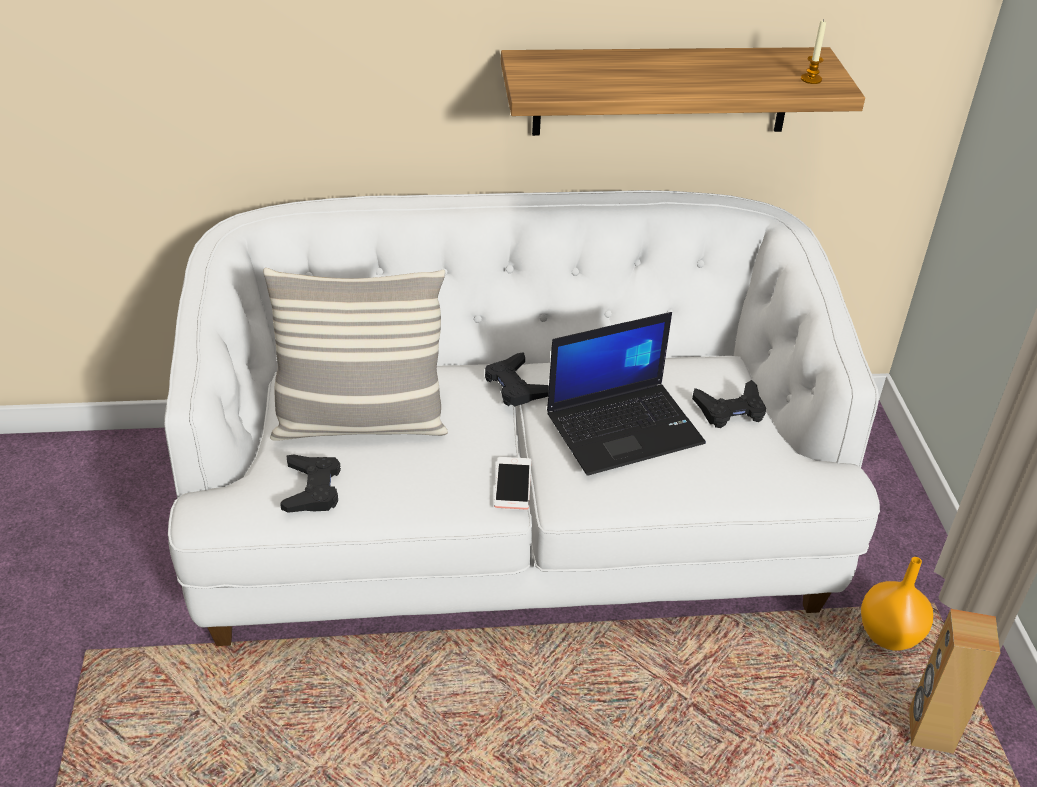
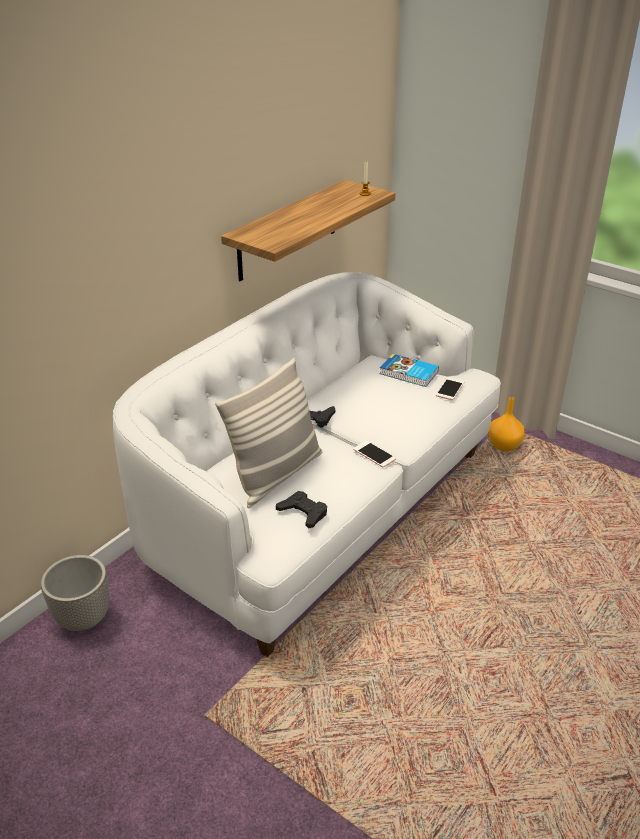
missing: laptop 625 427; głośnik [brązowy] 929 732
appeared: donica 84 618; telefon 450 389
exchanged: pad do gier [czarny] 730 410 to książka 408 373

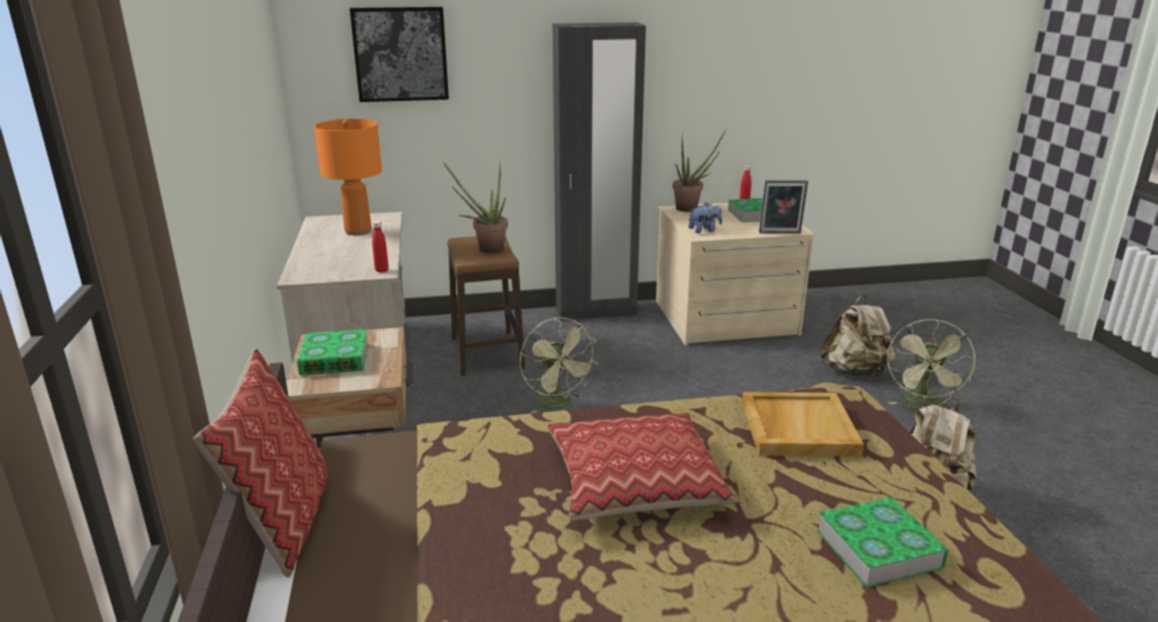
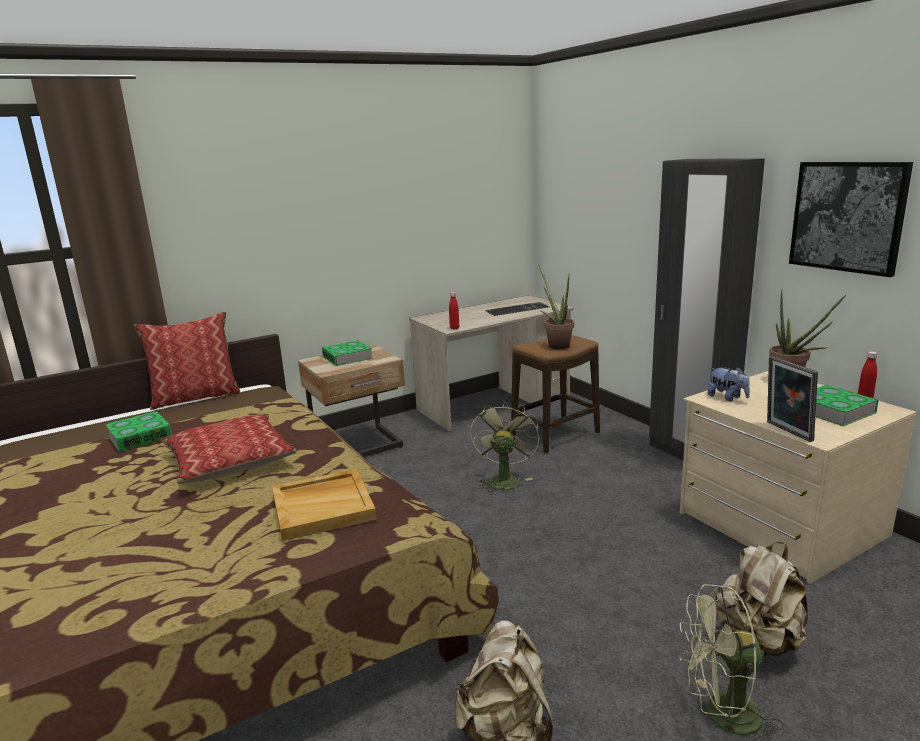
relocated: obraz 400 54 to 847 216; książka 878 549 to 140 436
exchanged: lampa stołowa [pomarańczowy] 358 231 to klawiatura 517 309
spun: wentylator [zielony] 558 404 = 503 480 150 degrees clockwise

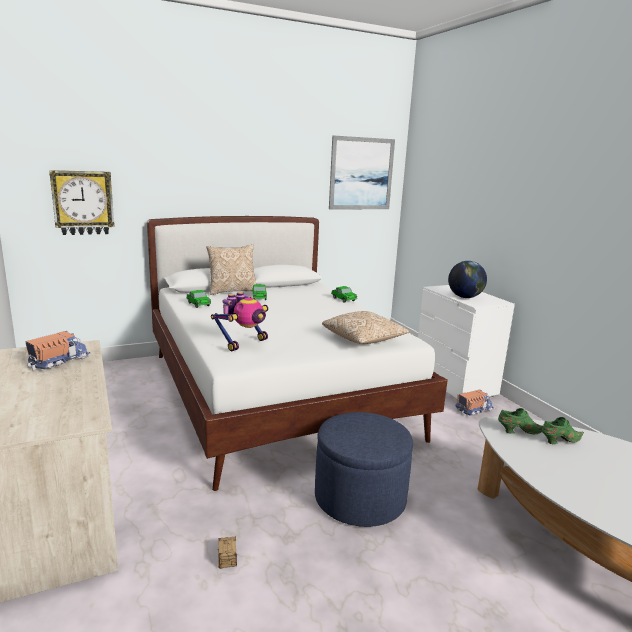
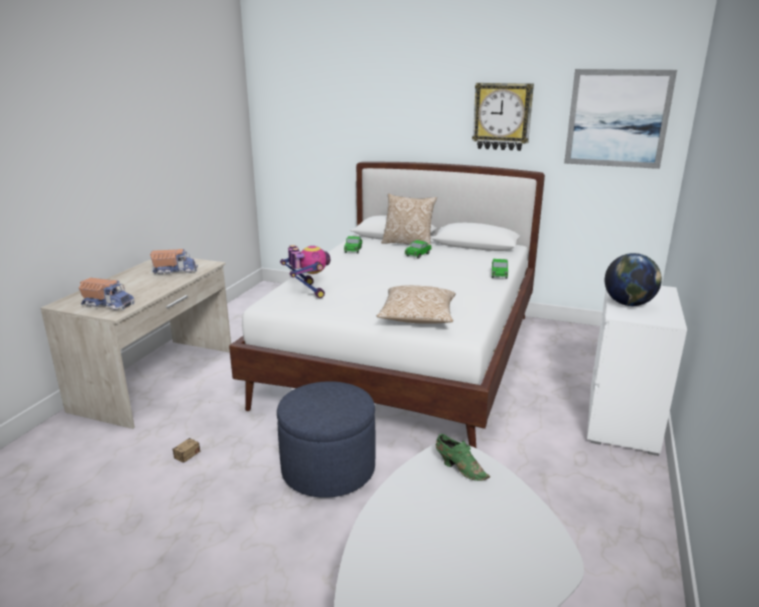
missing: but [zielony] 559 441
relocated: zegar ścienny 83 203 to 502 116; ciężarówka zabawkowa 473 410 to 108 304
spun: robot zabawkowy 243 343 = 307 291 105 degrees counterclockwise

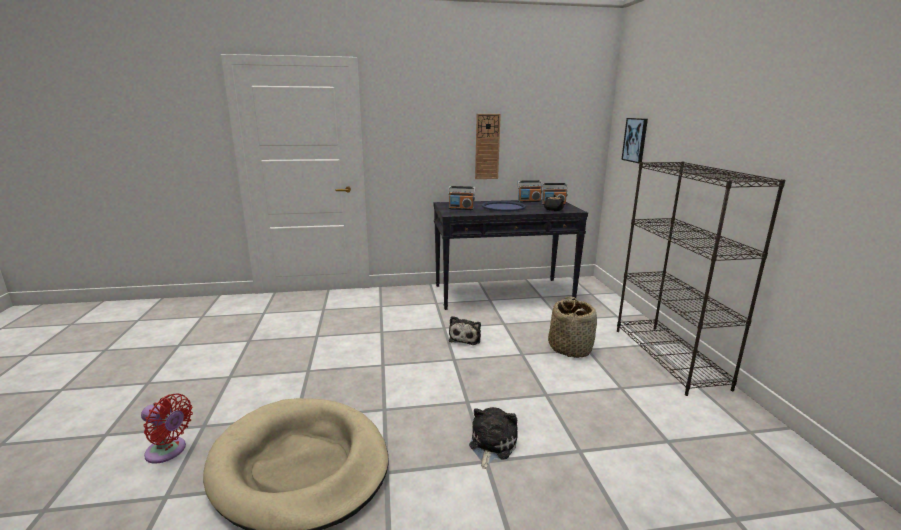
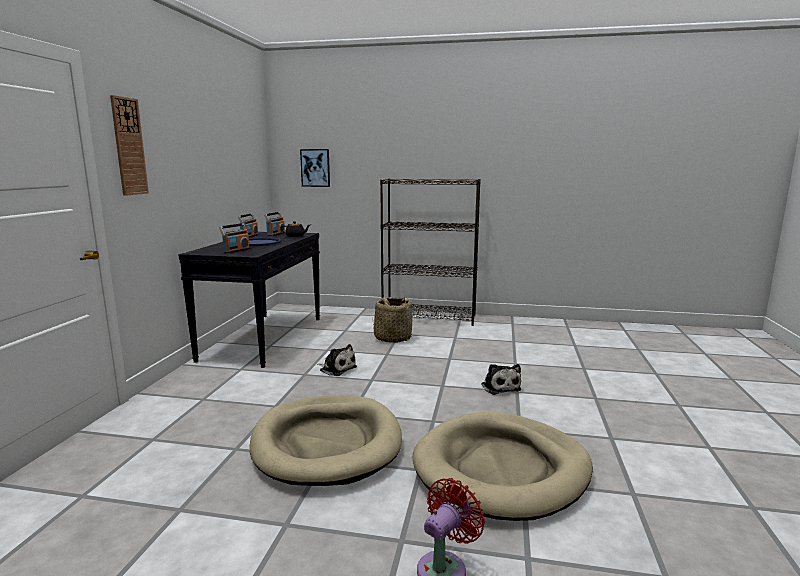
appeared: legowisko [beżowy] 327 443
relocated: zegar ścienny 487 147 to 129 146
spun: pluszak 491 445 = 500 387 150 degrees counterclockwise

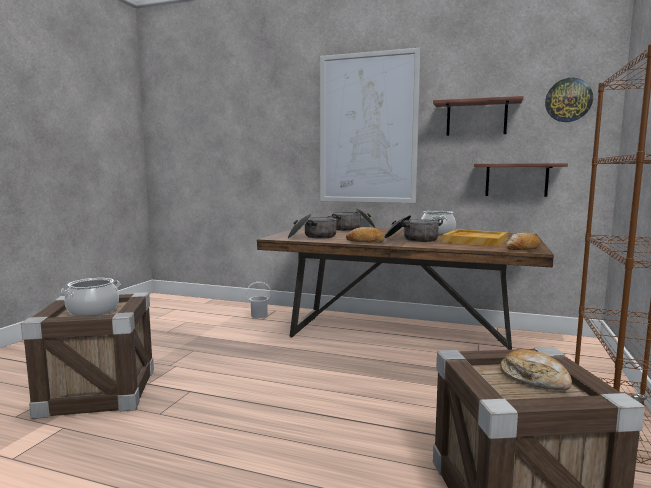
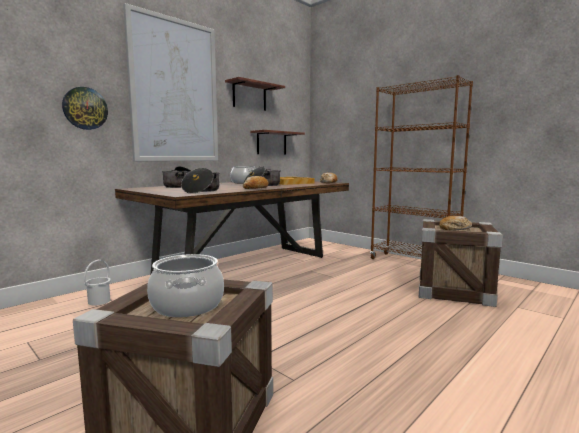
relocated: zegar ścienny 568 100 to 85 108

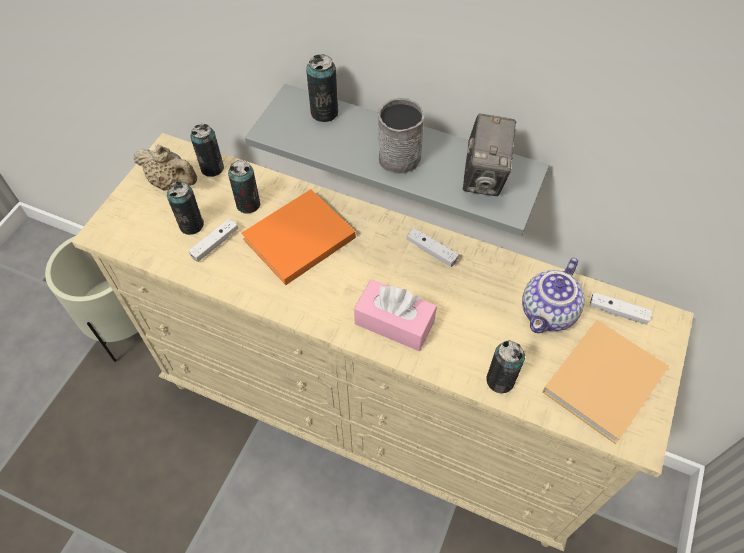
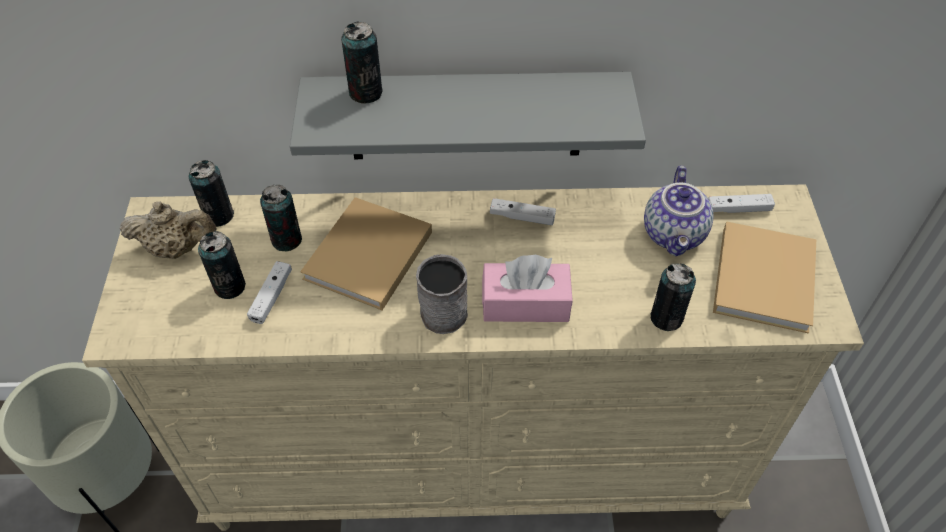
missing: aparat fotograficzny 484 177
relocated: kubek [szary] 400 152 to 442 307
colour: książka [pomarańczowy] 296 240 to książka [beżowy] 366 258

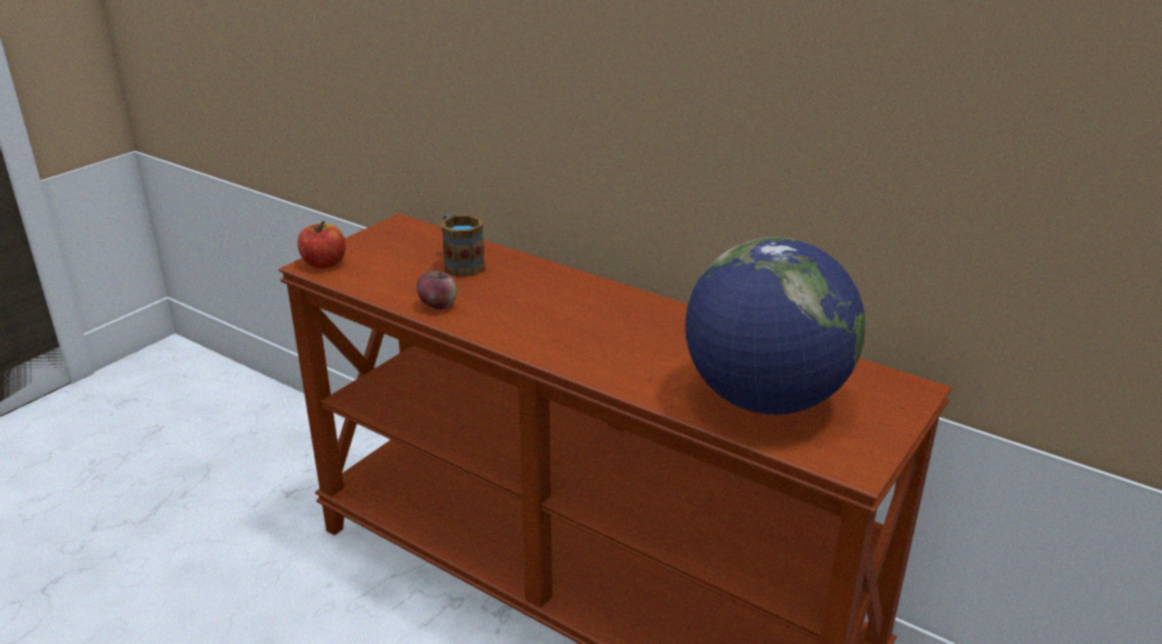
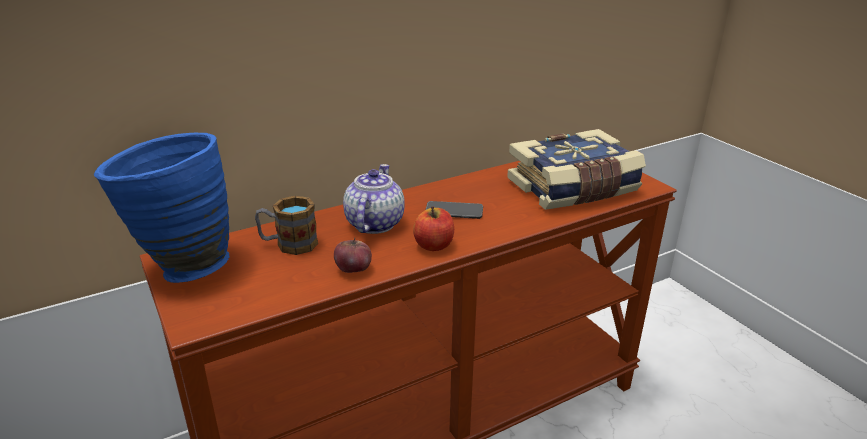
appeared: wazon [niebieski] 181 267; imbryk 374 223; telefon 454 211
relocated: jabłko 324 263 to 434 245
exchanged: globus 765 400 to książka 574 188

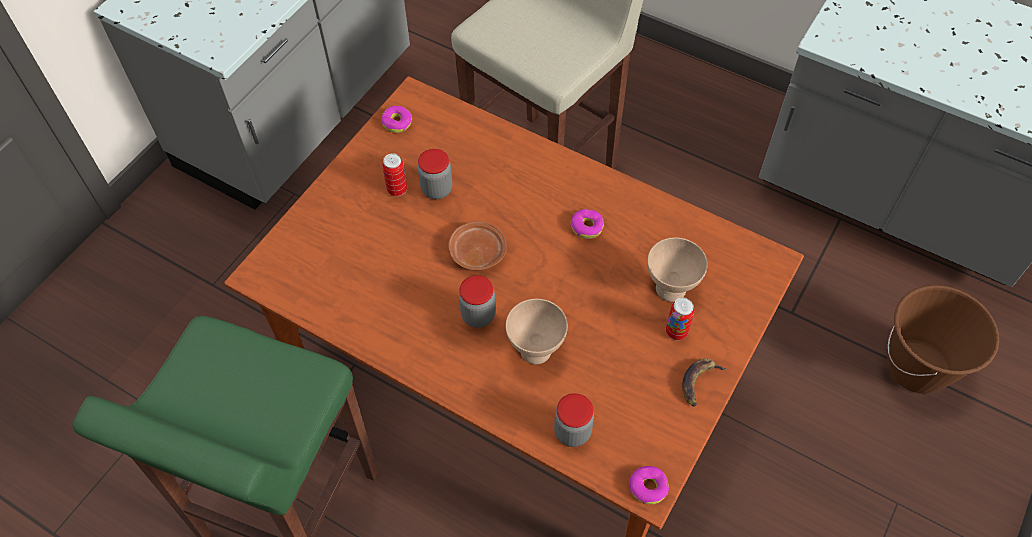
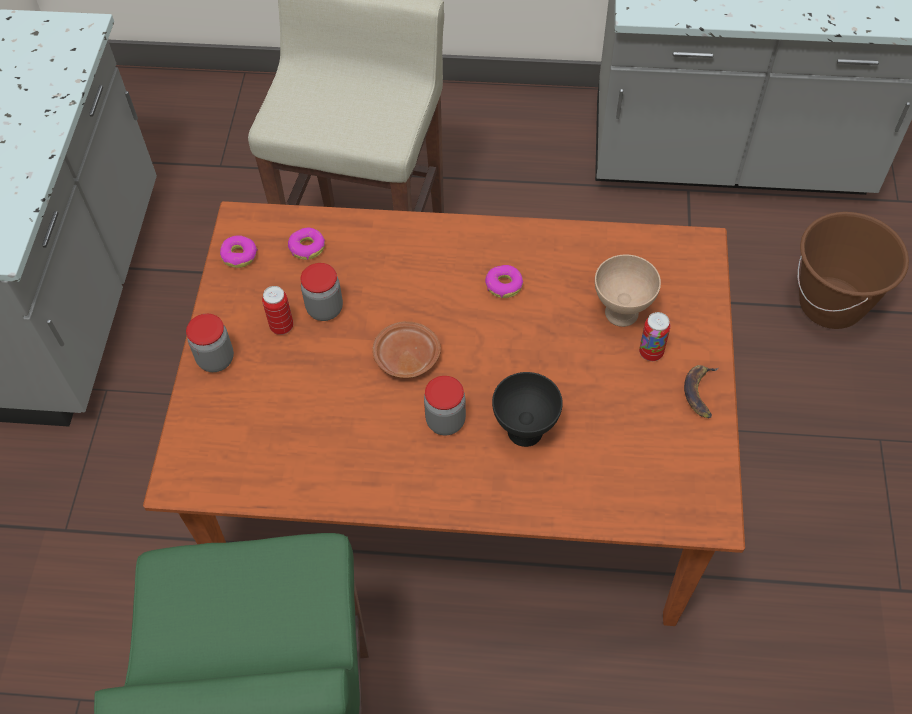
relocated: słoik 572 432 to 216 359; donut 648 487 to 307 247
colour: miska [beżowy] 535 351 to miska [czarny] 524 432

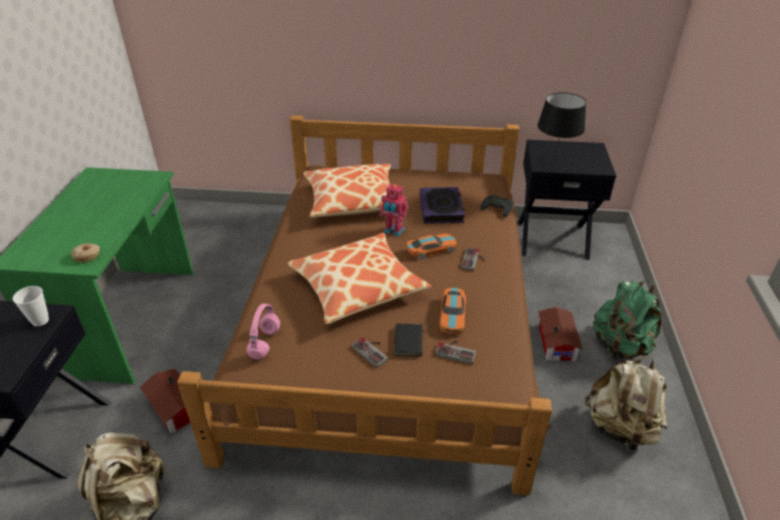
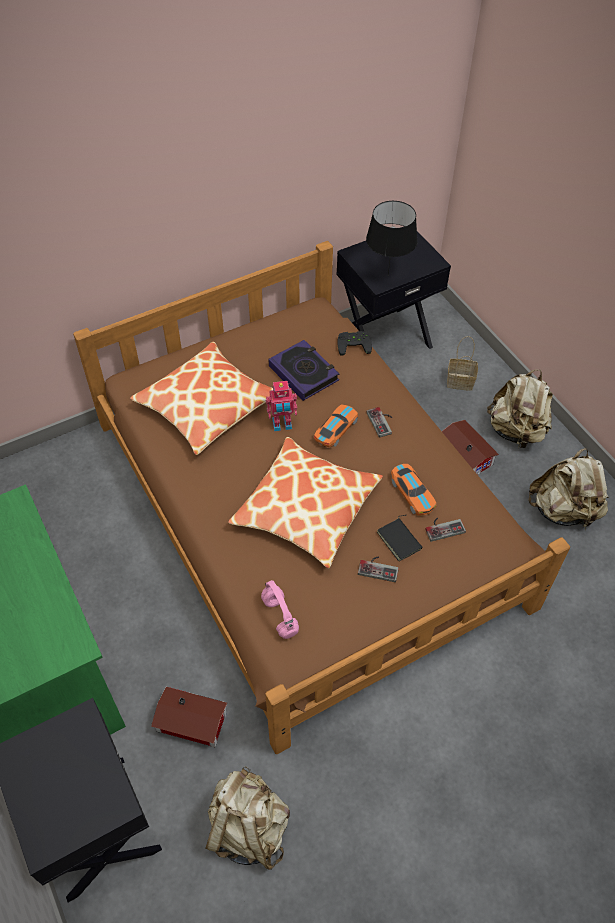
missing: filiżanka 40 321; donut 87 256
appeared: koszyk 459 382
colour: plecak [zielony] 620 346 to plecak [beżowy] 516 431

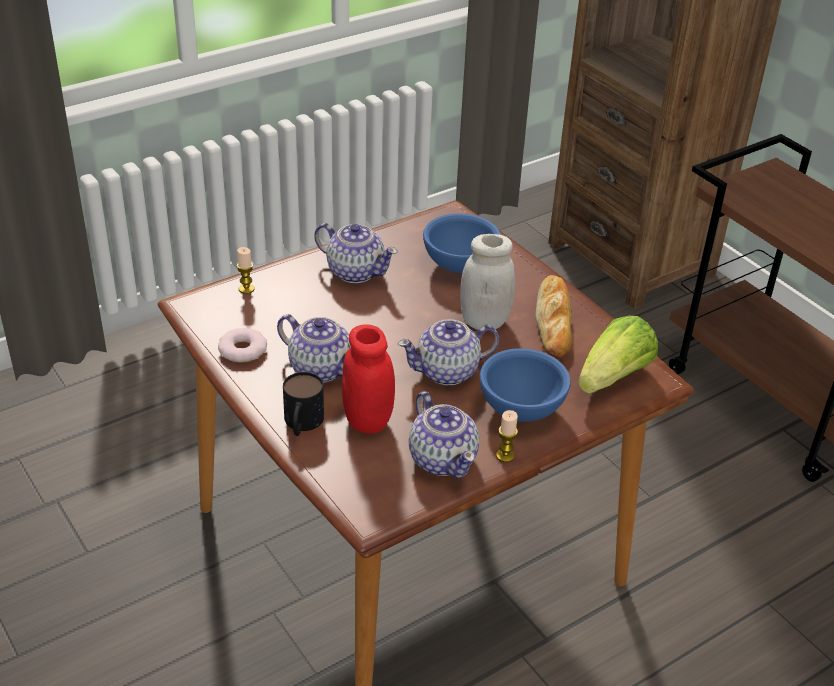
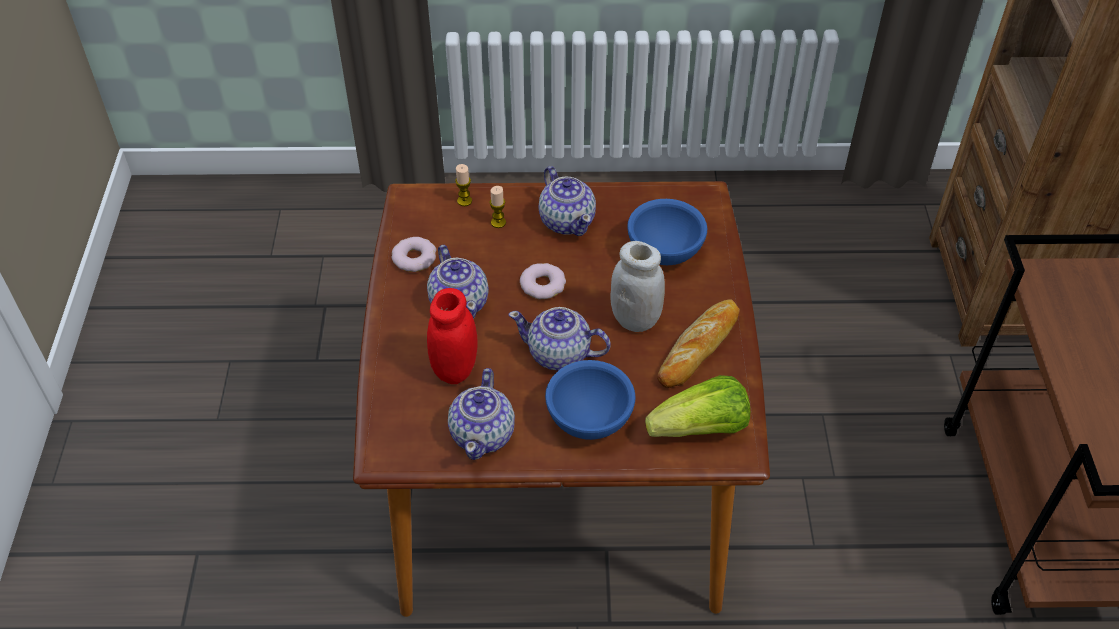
missing: kubek 302 424
appeared: donut 543 285
relocated: świeca 505 455 to 498 222

